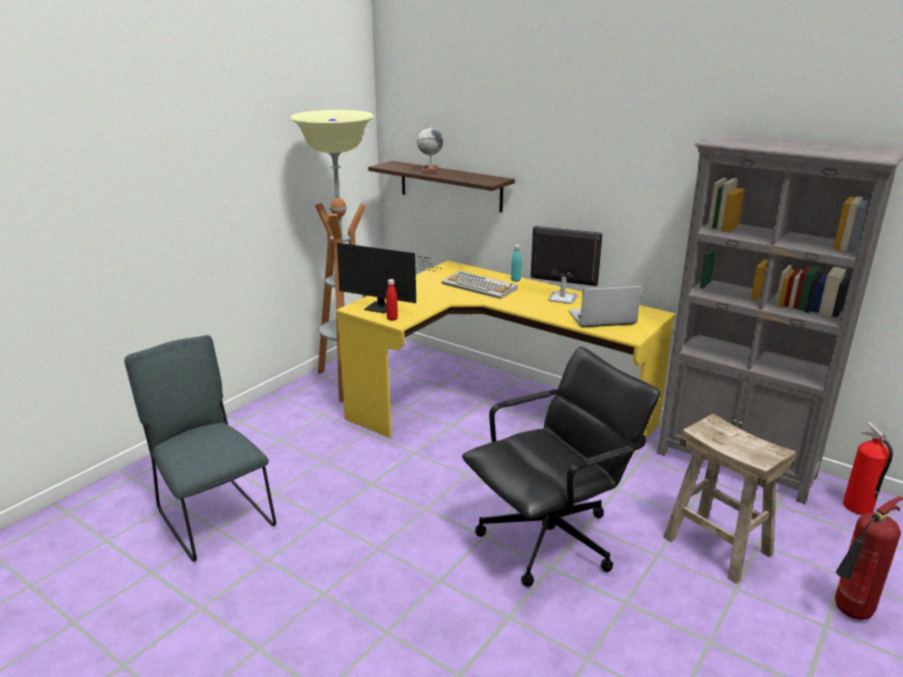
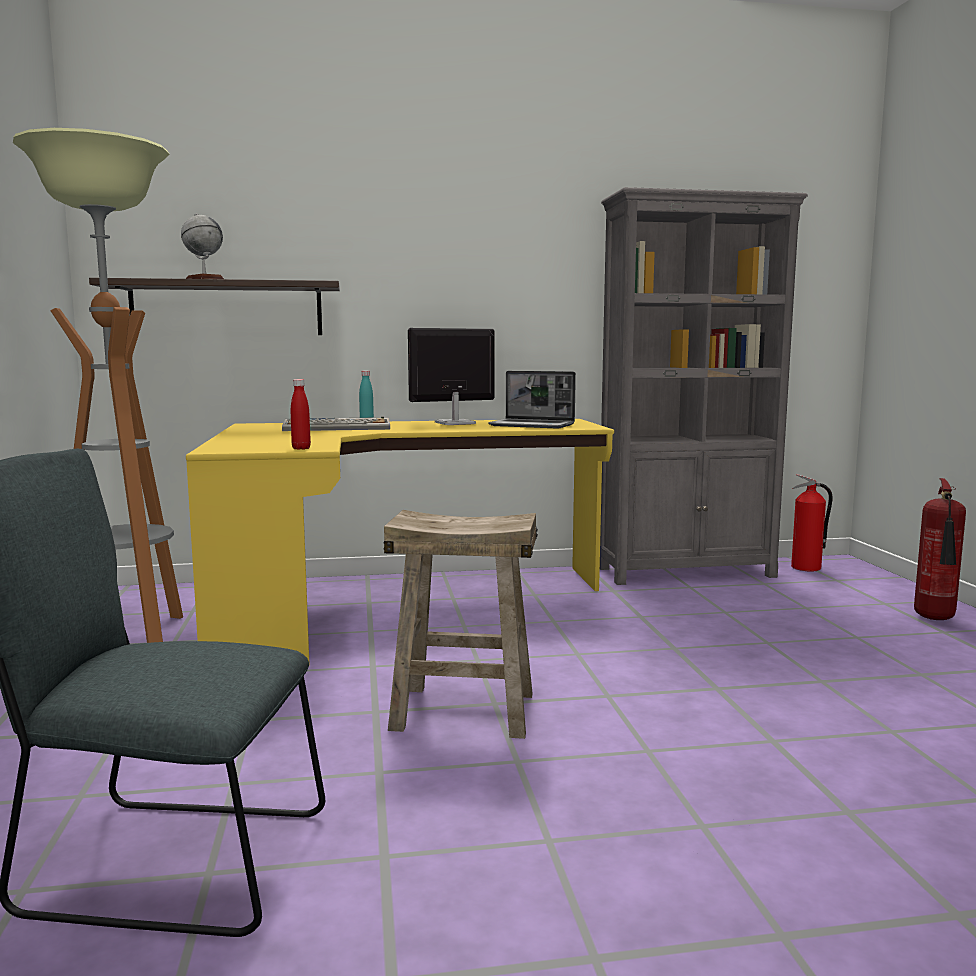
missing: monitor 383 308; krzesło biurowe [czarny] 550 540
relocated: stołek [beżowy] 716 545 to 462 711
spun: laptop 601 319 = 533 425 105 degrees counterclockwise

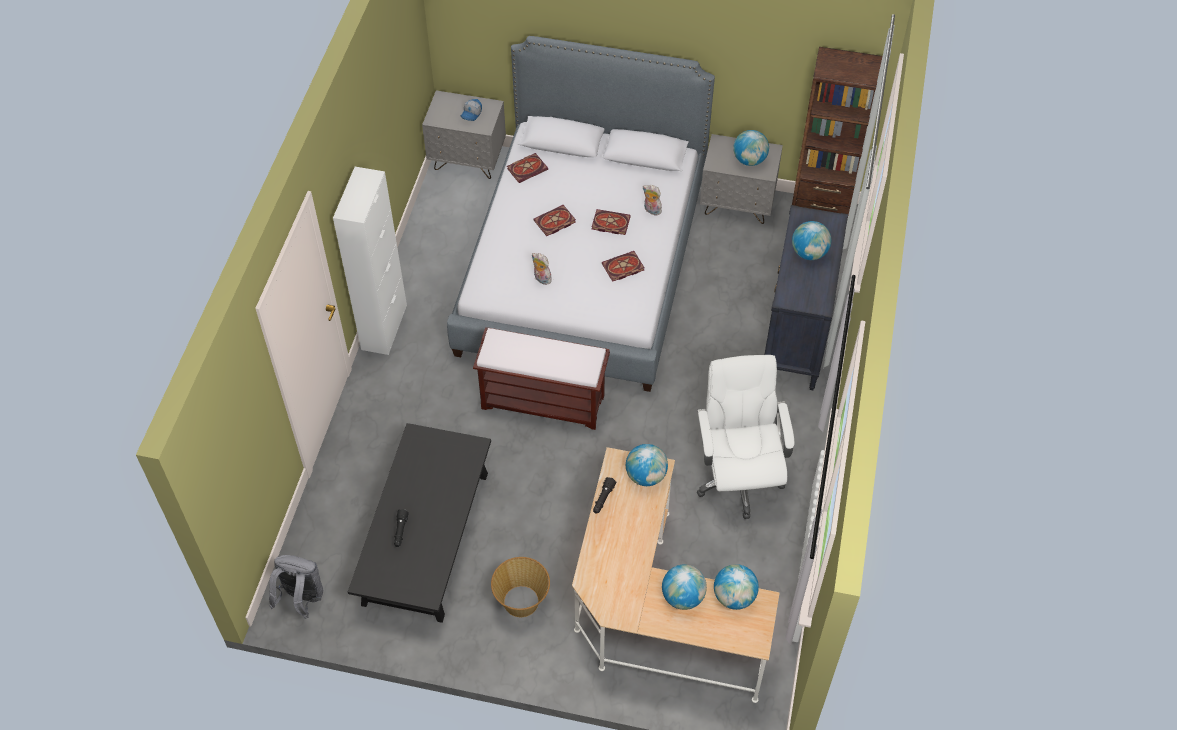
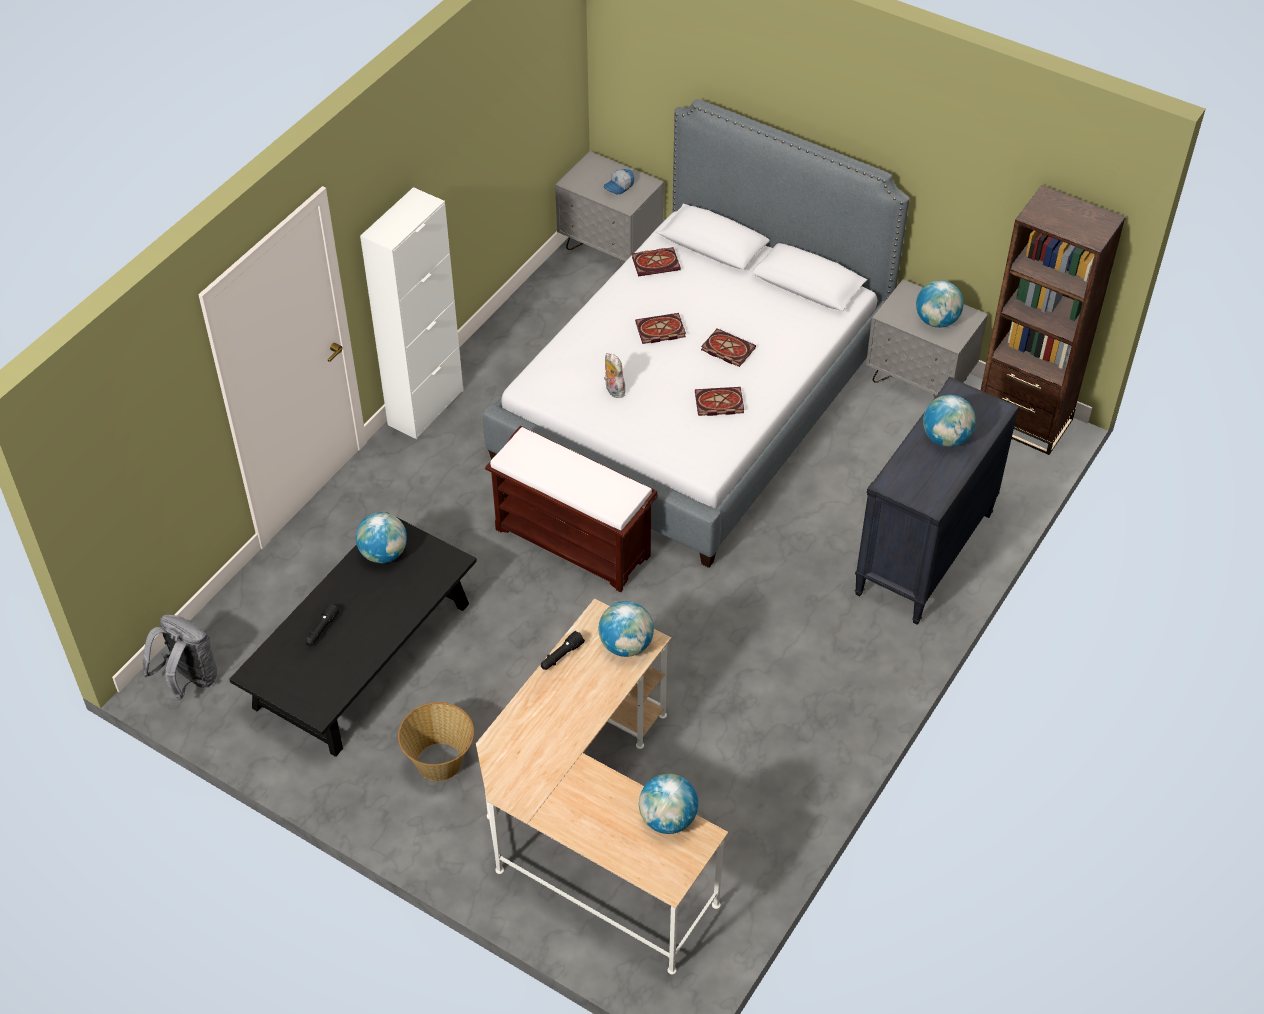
missing: pluszak 651 210; krzesło biurowe [biały] 738 477
relocated: globus 683 597 to 384 553

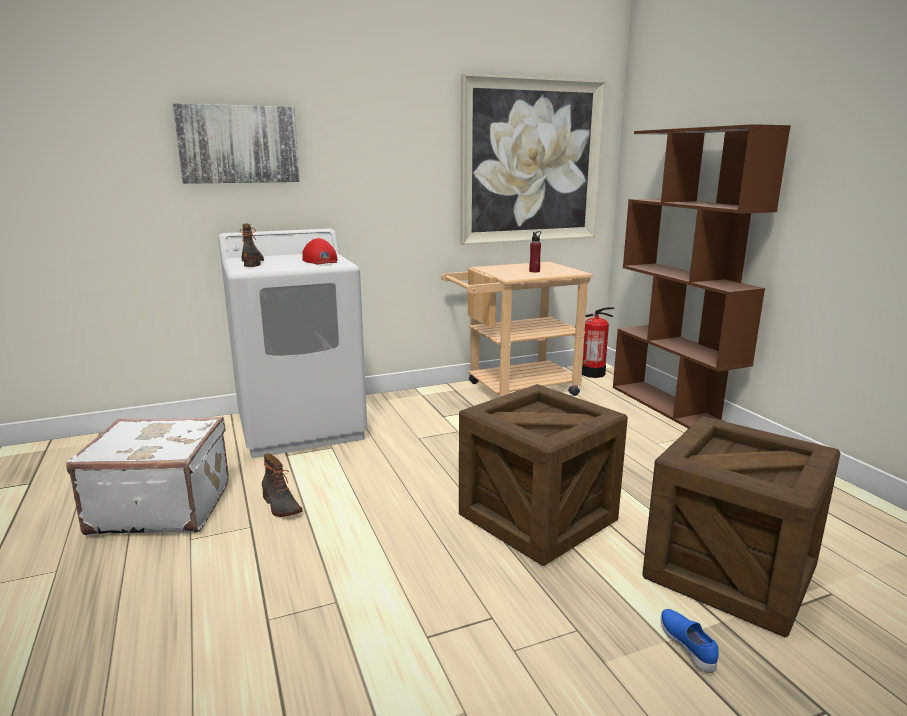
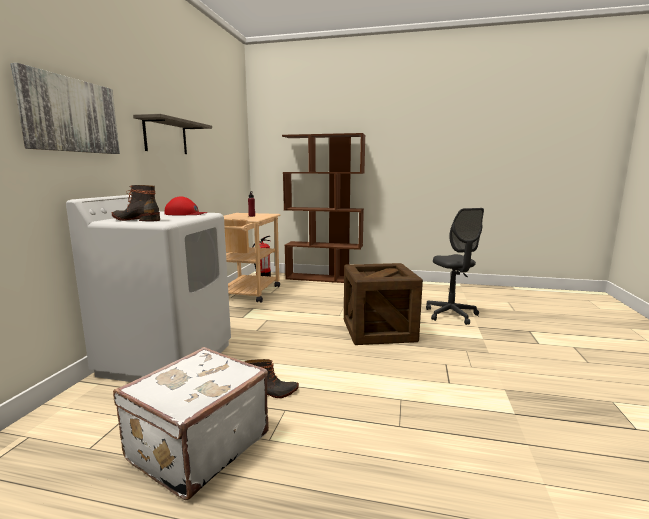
missing: obraz 531 162; but [niebieski] 688 647
appeared: półka 165 137
exchanged: skrzynka 730 572 to krzesło biurowe [szary] 451 315

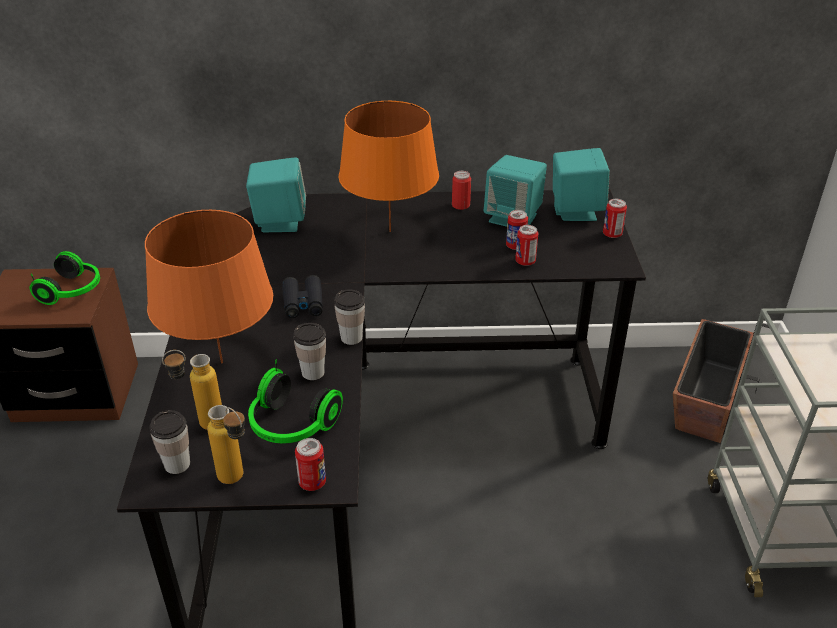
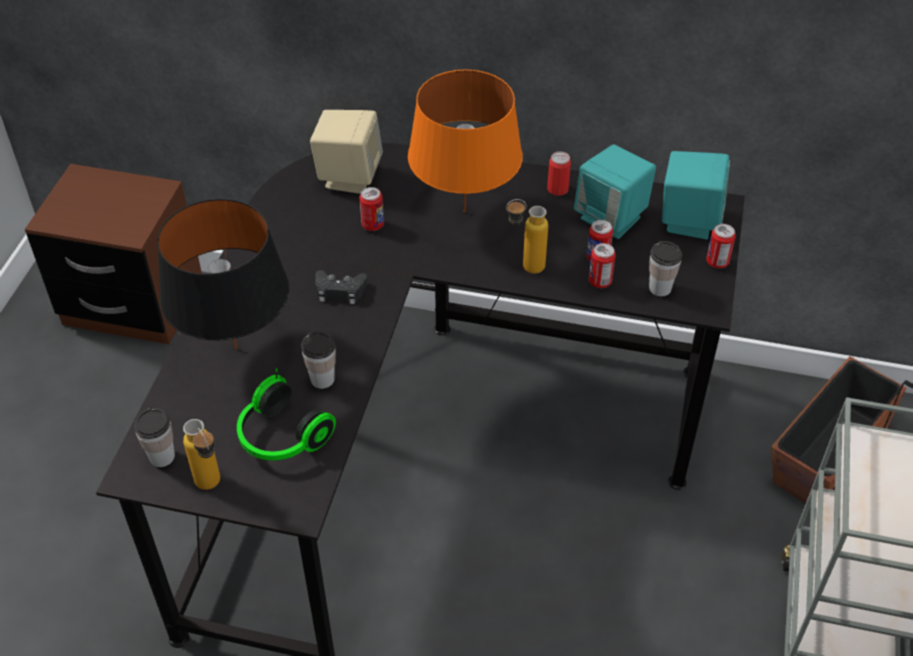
missing: słuchawki 73 291
relocated: butelka 201 425 to 524 267; puszka 312 482 to 372 225; filiżanka 351 337 to 660 288
exchanged: lornetka [czarny] 303 303 to pad do gier [czarny] 340 291
colour: lampa stołowa [pomarańczowy] 222 363 to lampa stołowa [czarny] 236 349; głośnik [turkusowy] 279 221 to głośnik [beżowy] 349 176

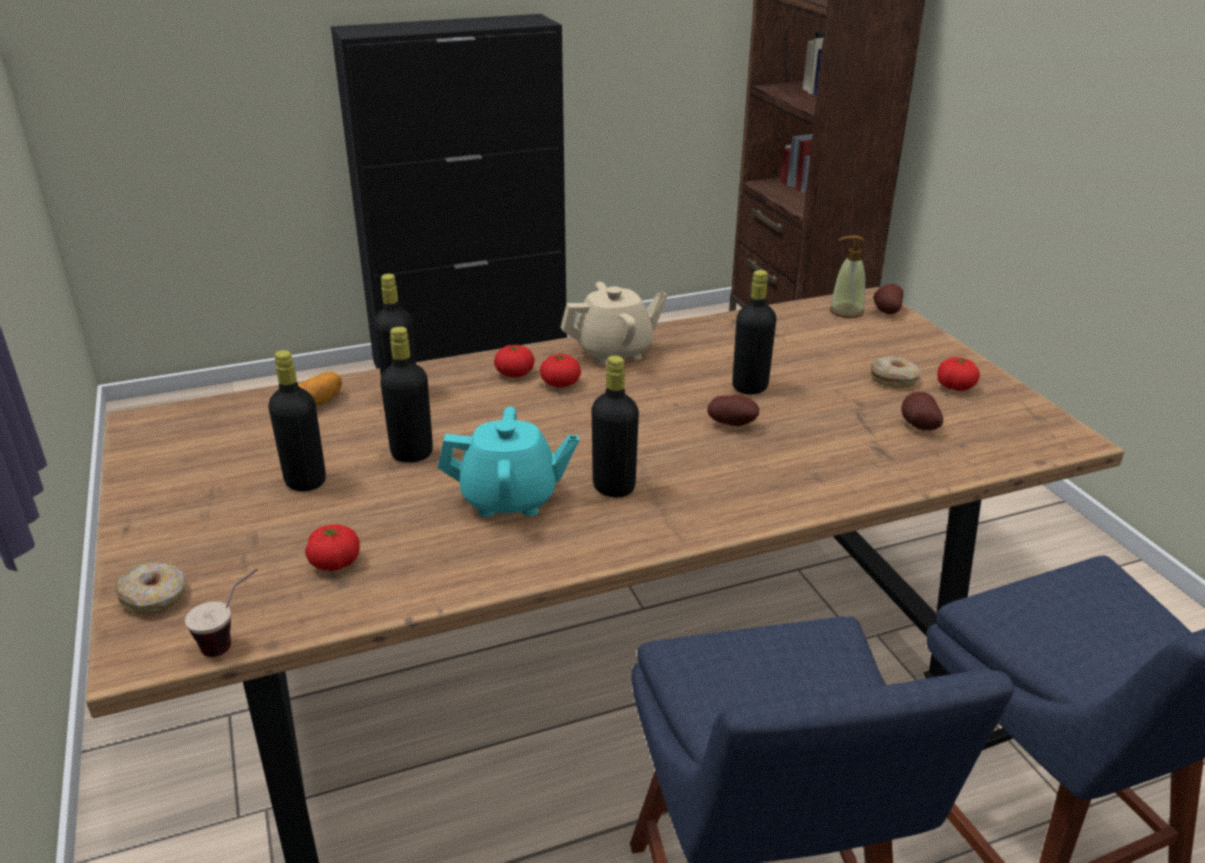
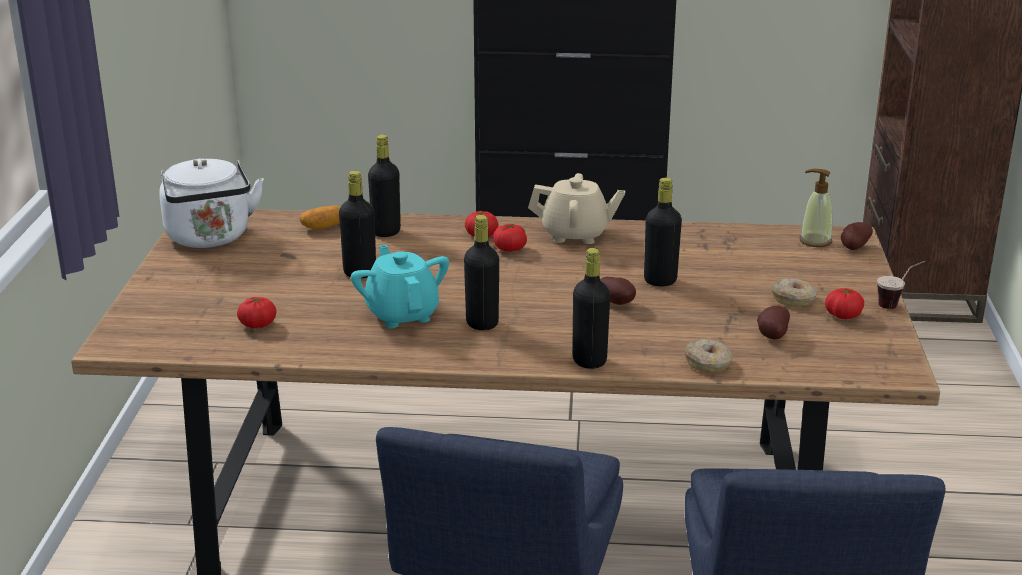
appeared: czajnik [biały] 210 238
relocated: donut 154 597 to 708 363; filiżanka 233 639 to 897 304; butelka [czarny] 305 481 to 589 361
spun: imbryk [turkusowy] 510 499 = 402 314 135 degrees counterclockwise

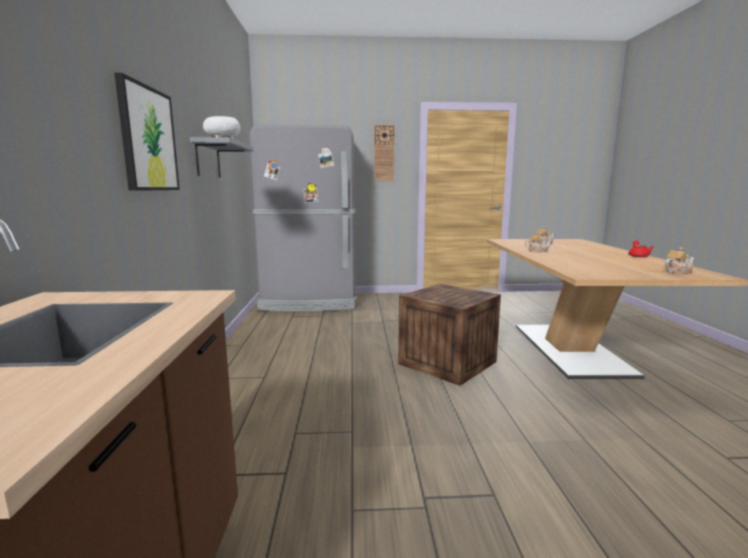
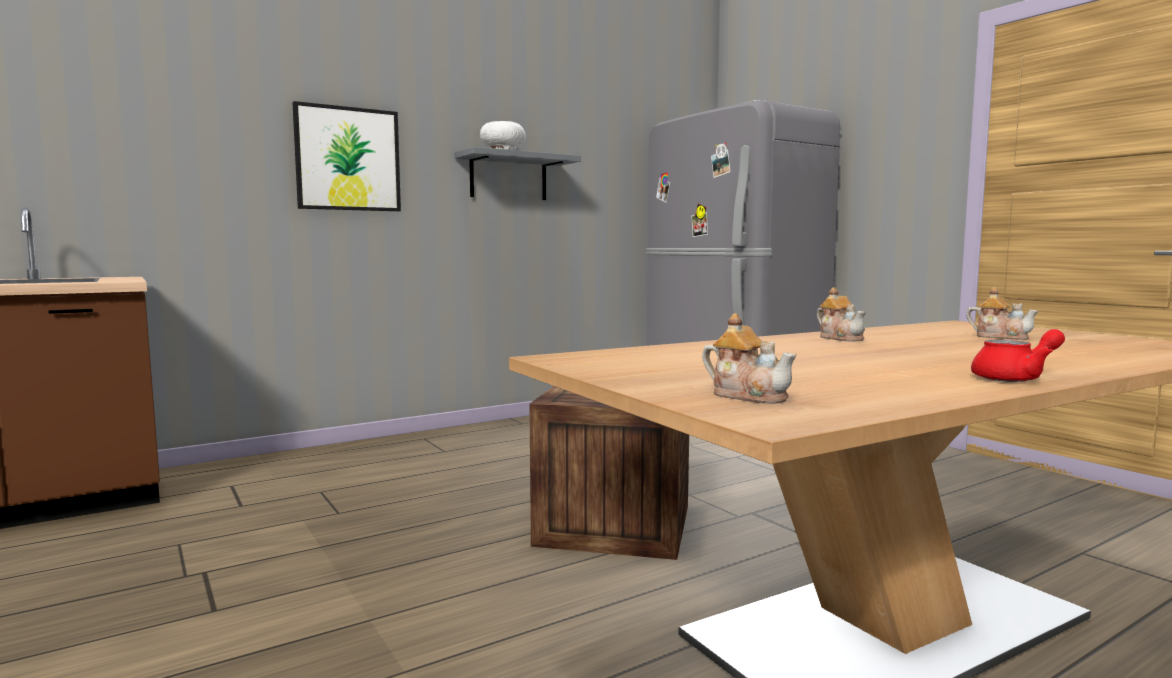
missing: zegar ścienny 384 153

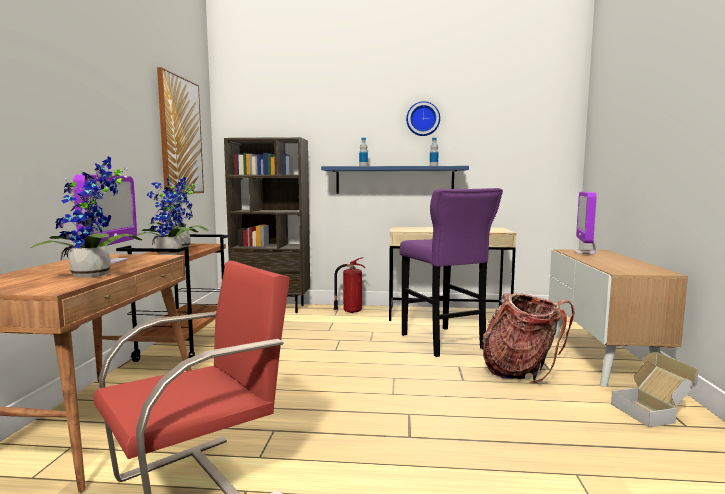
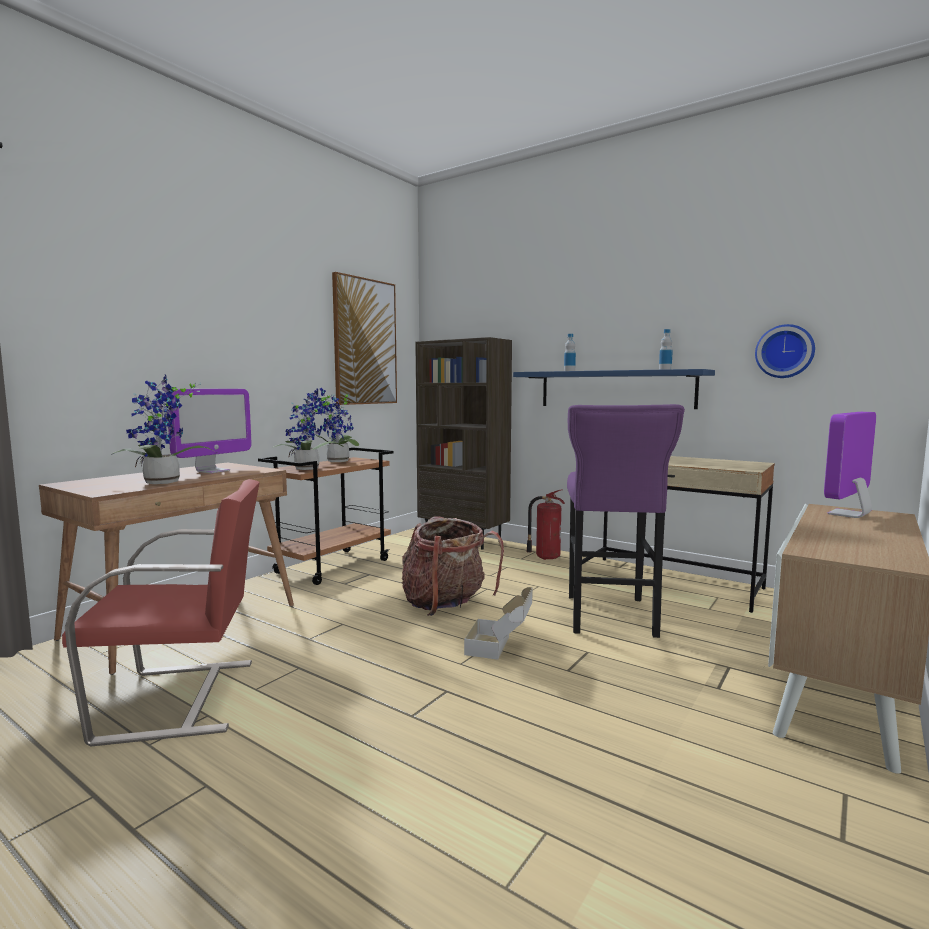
relocated: zegar ścienny 423 119 to 784 351; plecak 521 371 to 446 605; karton 652 412 to 501 648

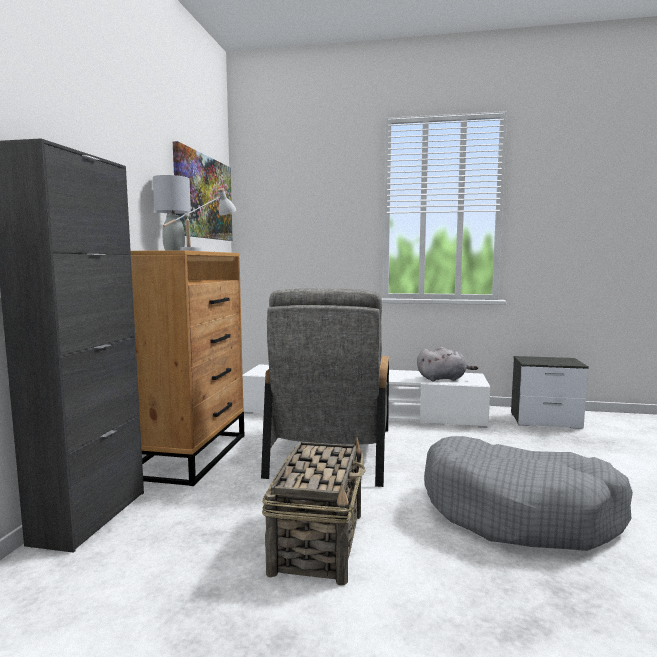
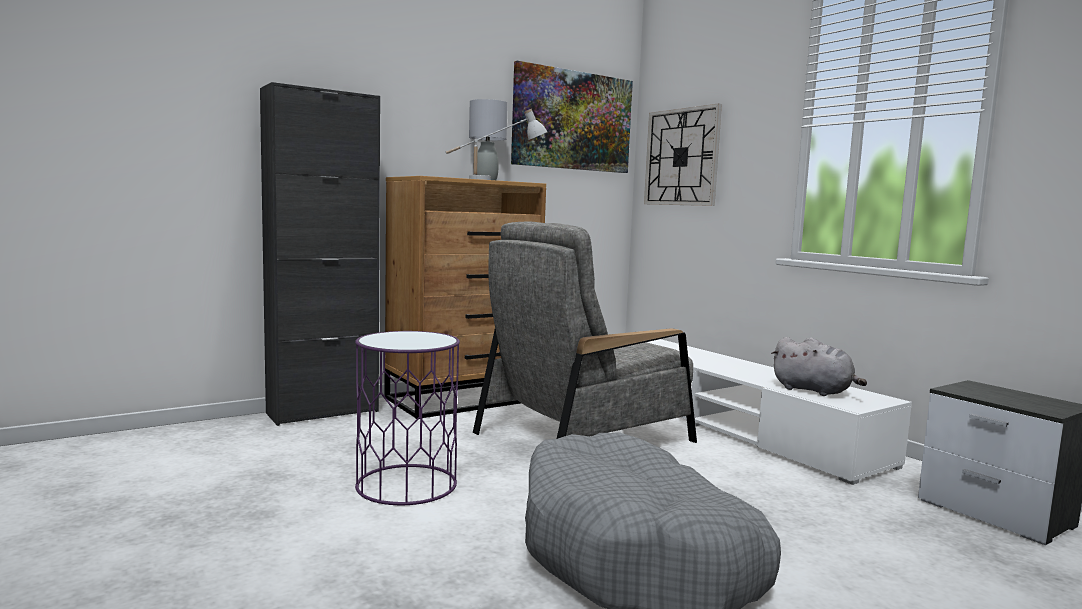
appeared: zegar ścienny 681 157
exchanged: koszyk 319 541 to stolik [fioletowy] 407 484

